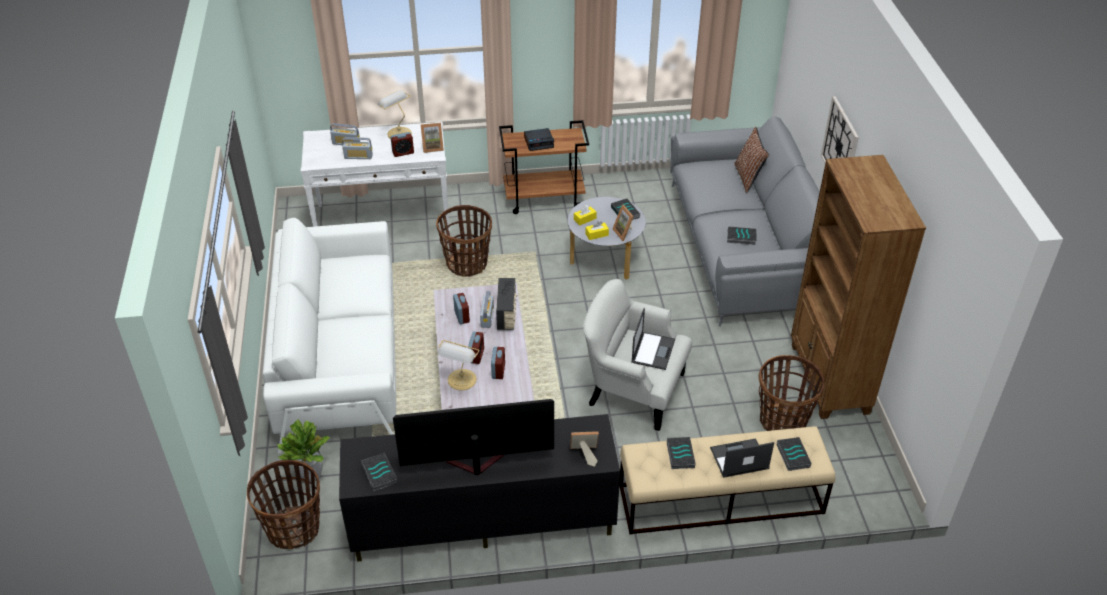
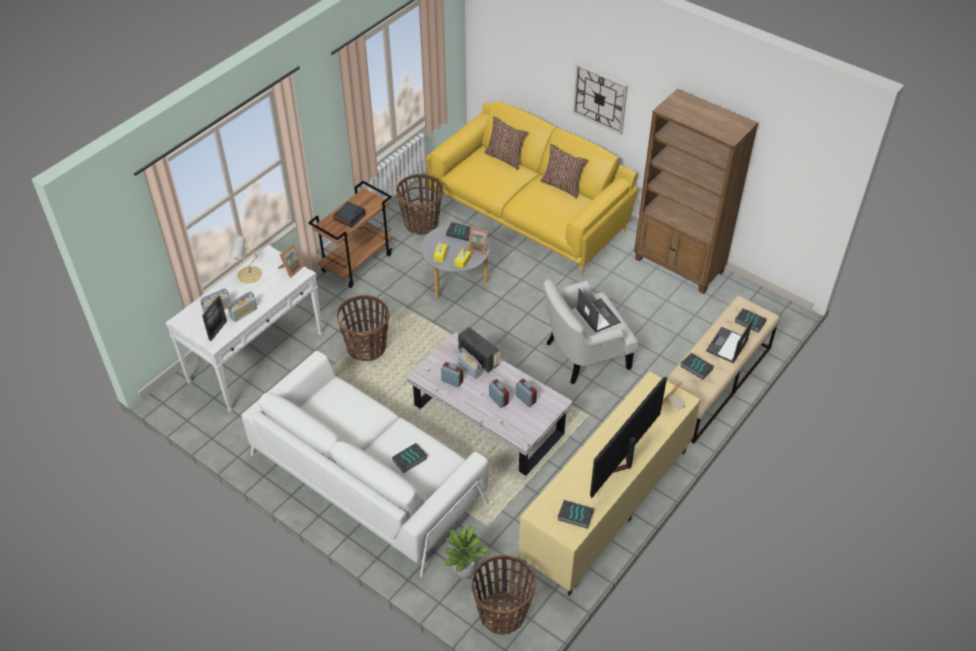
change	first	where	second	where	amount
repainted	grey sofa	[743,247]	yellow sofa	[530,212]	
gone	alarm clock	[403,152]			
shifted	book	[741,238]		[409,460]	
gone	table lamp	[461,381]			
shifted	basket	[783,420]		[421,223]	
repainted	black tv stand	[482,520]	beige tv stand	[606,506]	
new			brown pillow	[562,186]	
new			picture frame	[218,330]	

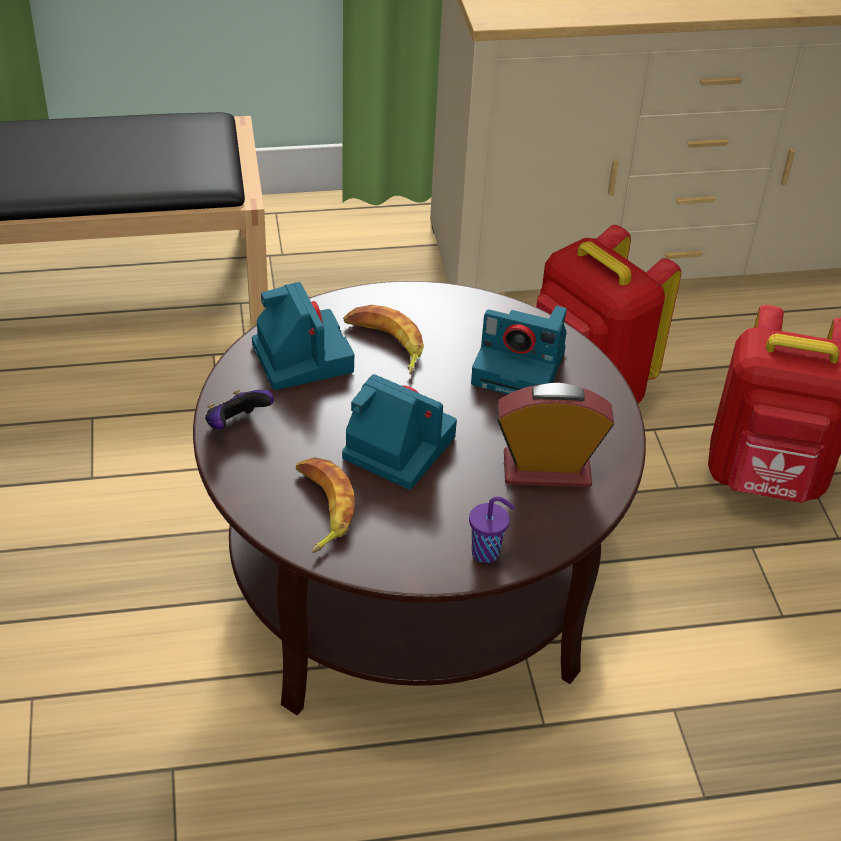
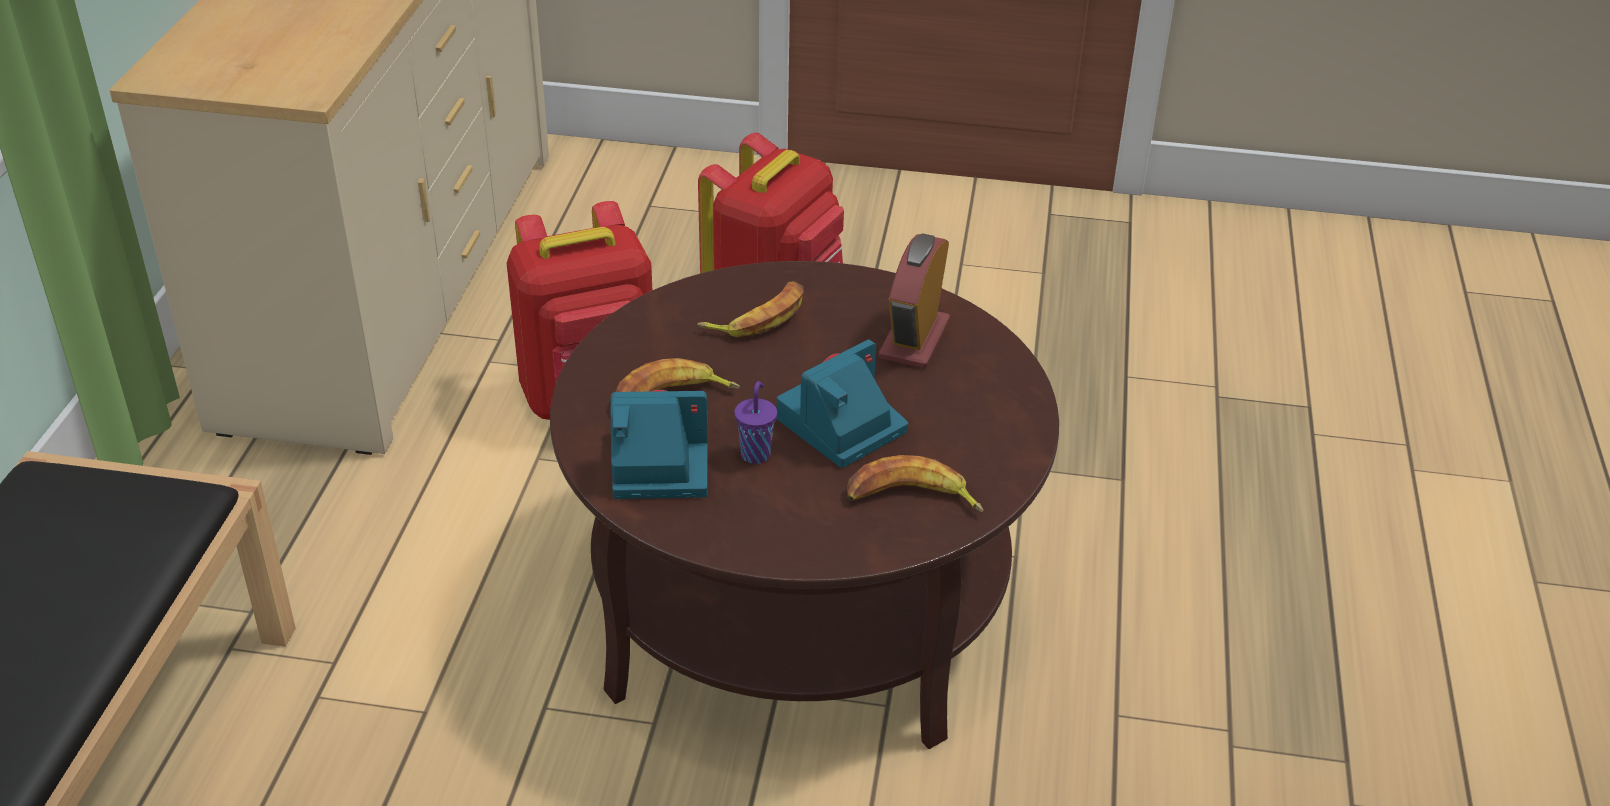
change	first	where	second	where	amount
swapped	photo camera	[521,368]	banana	[758,317]	
gone	game controller	[236,425]			
shifted	purple cup	[487,553]		[756,453]	

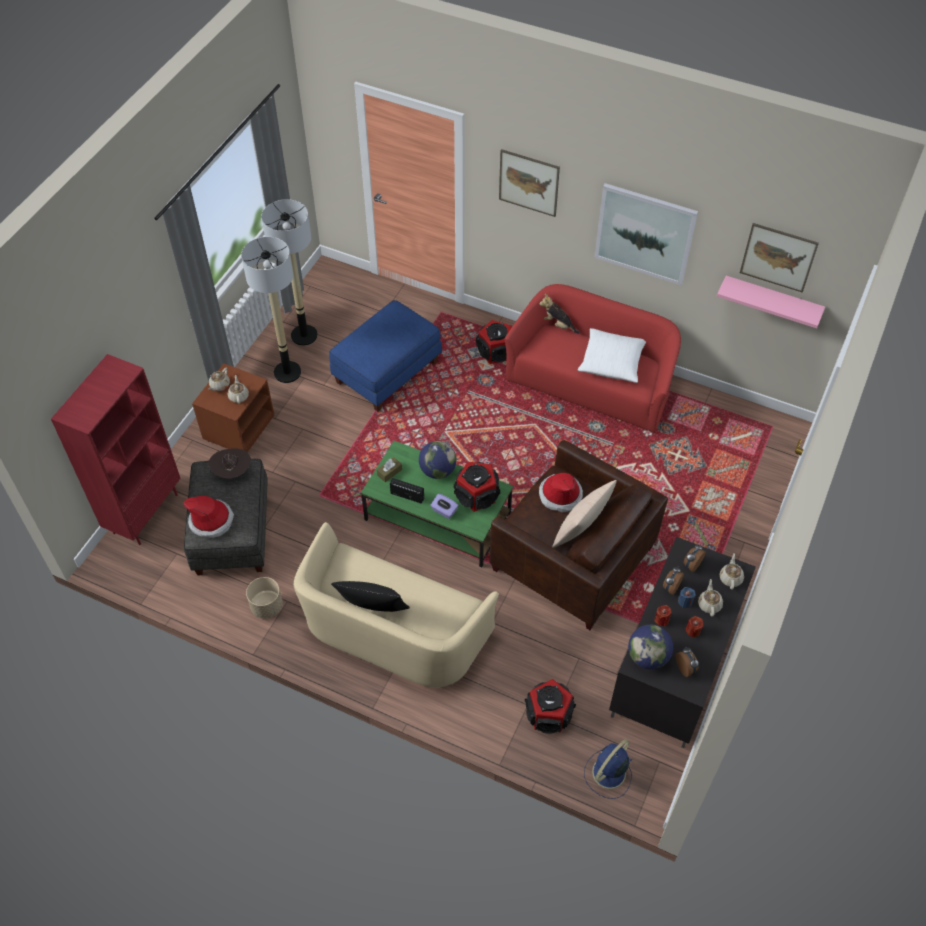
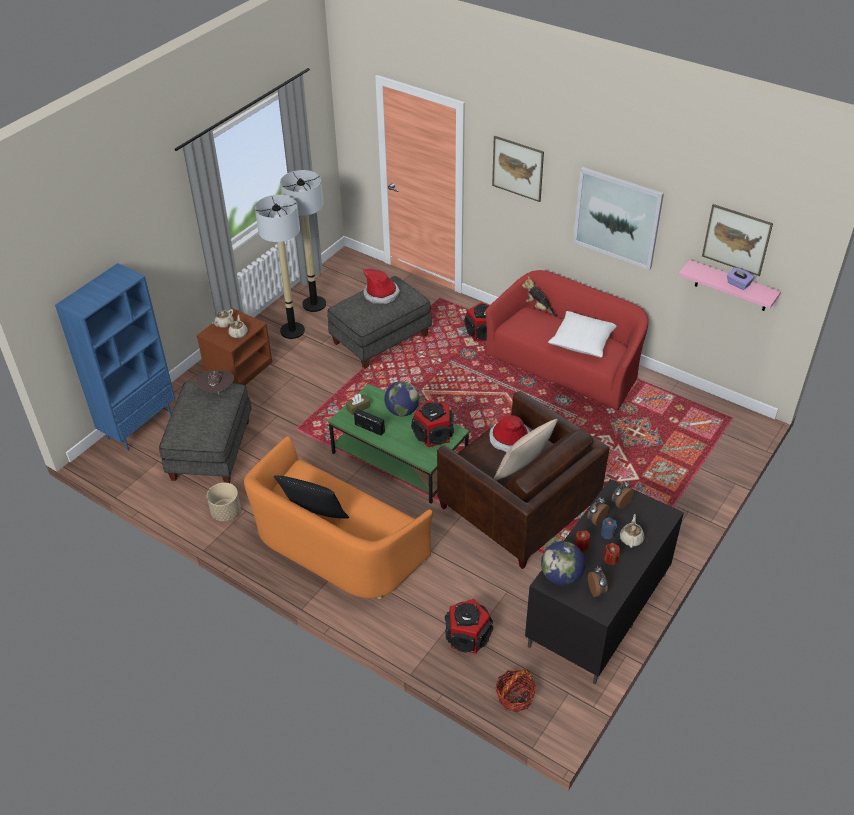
change	first	where	second	where	amount
repainted	blue ottoman	[387,371]	grey ottoman	[380,338]	
repainted	red bookcase	[145,513]	blue bookcase	[139,426]	
shifted	purple tissue box	[444,511]		[738,284]	
shifted	hat	[211,521]		[381,294]	
repainted	beige sofa	[392,630]	orange sofa	[336,546]	
gone	beige teapot	[730,578]			
swapped	blue fan	[608,774]	basket	[515,697]	

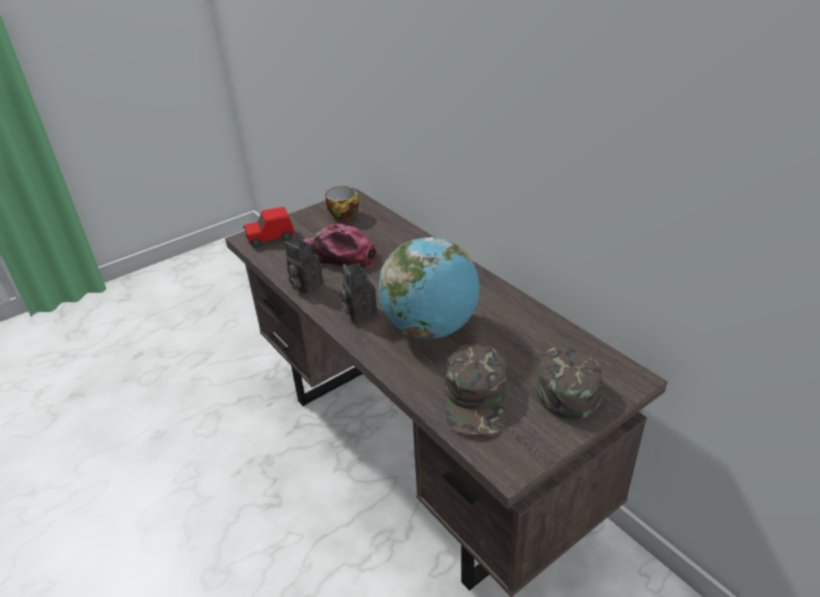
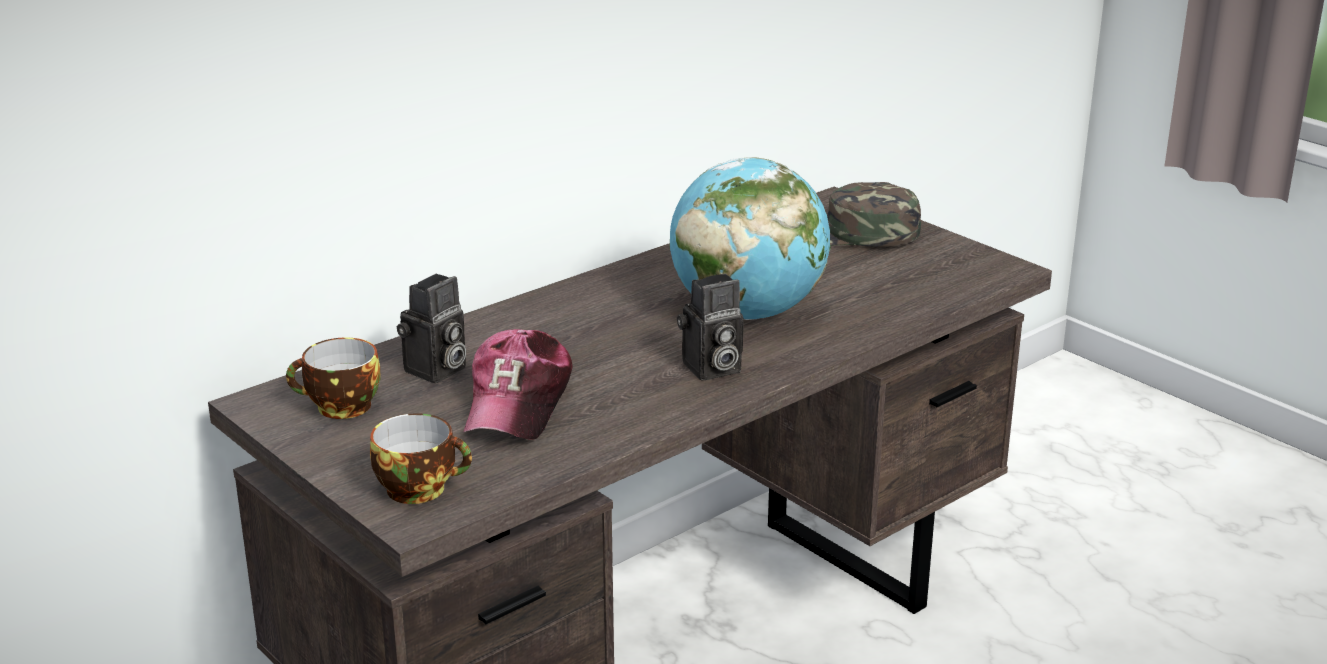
change	first	where	second	where	amount
swapped	red toy car	[270,238]	cup	[420,488]	
shifted	photo camera	[304,286]		[436,371]	
gone	green cap	[476,398]			

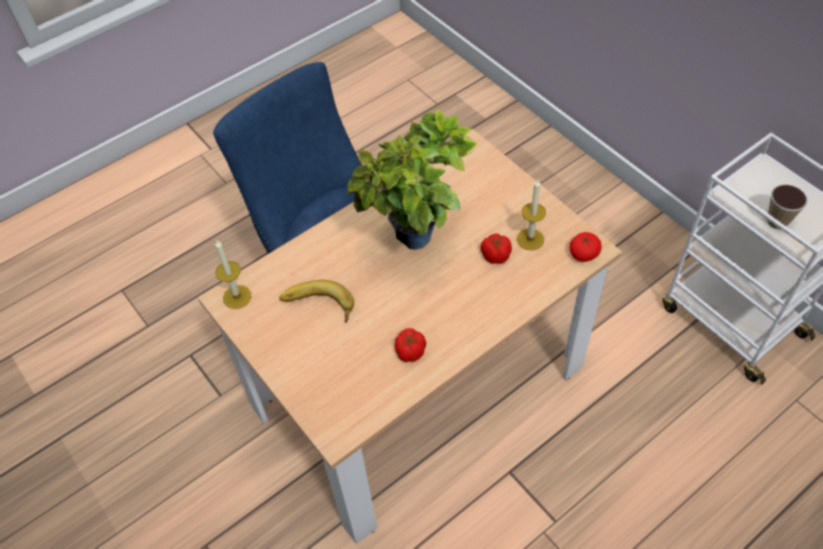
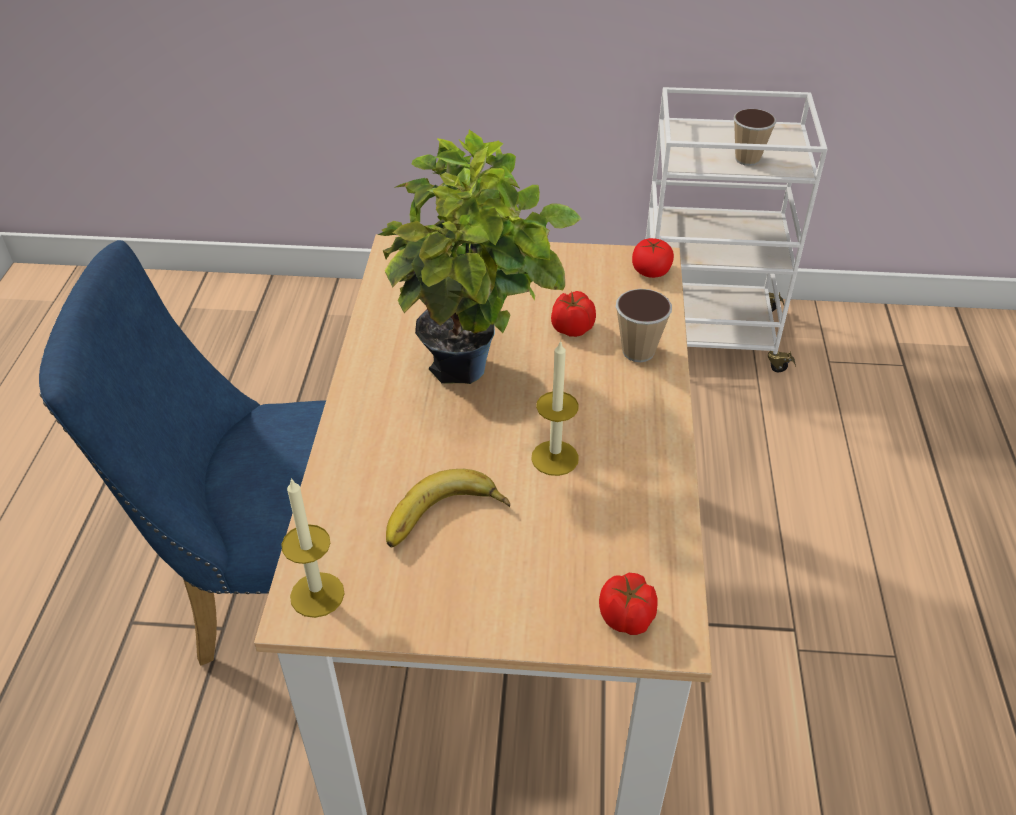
change	first	where	second	where	amount
shifted	candle	[530,239]		[555,458]	
shifted	tomato	[410,352]		[627,618]	
new			cup	[638,351]	

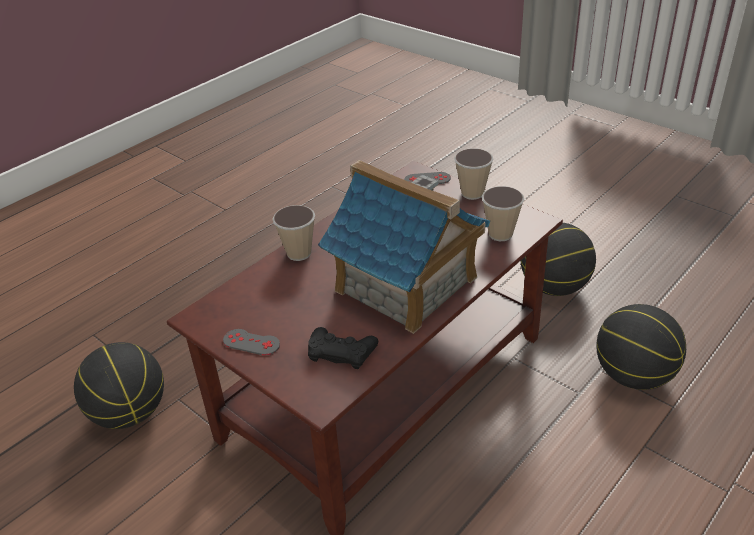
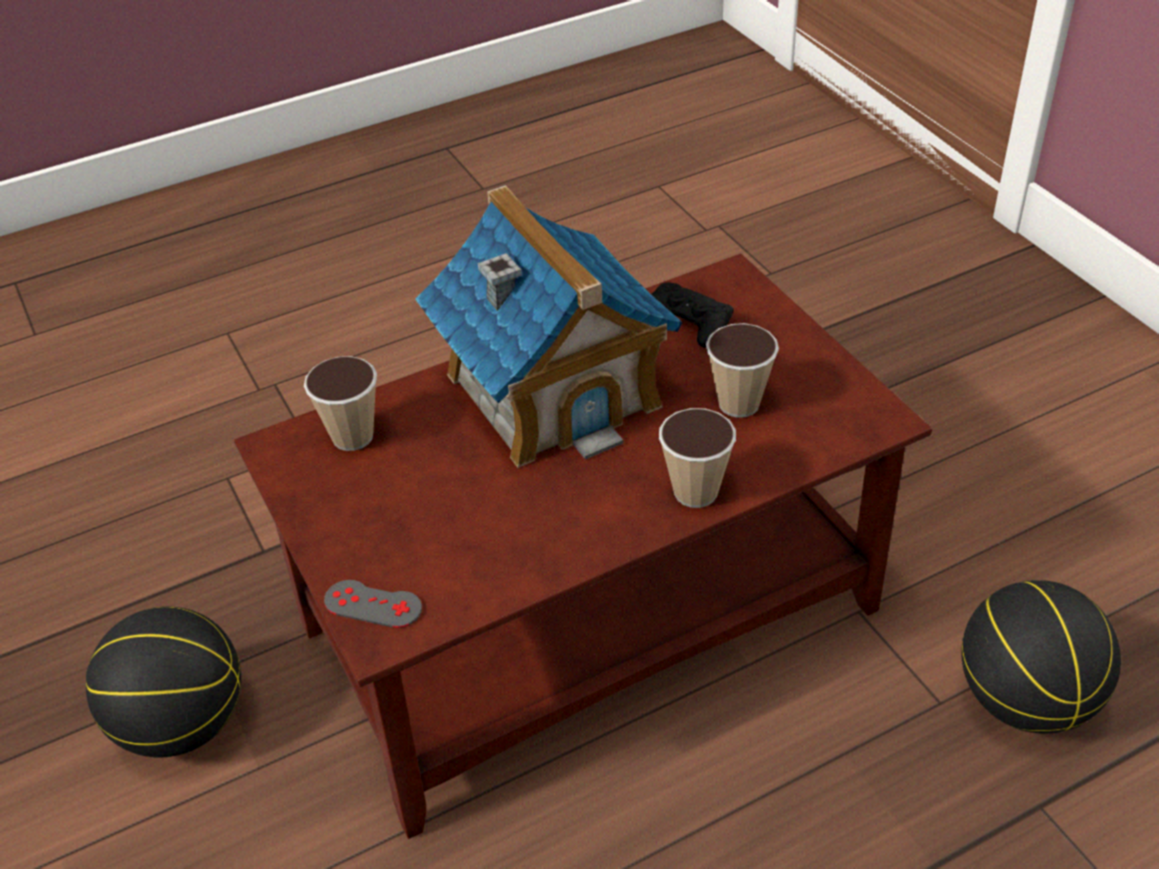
change	first	where	second	where	amount
shifted	cup	[472,193]		[739,403]	
gone	basketball	[633,375]			
gone	grey game controller	[251,342]			

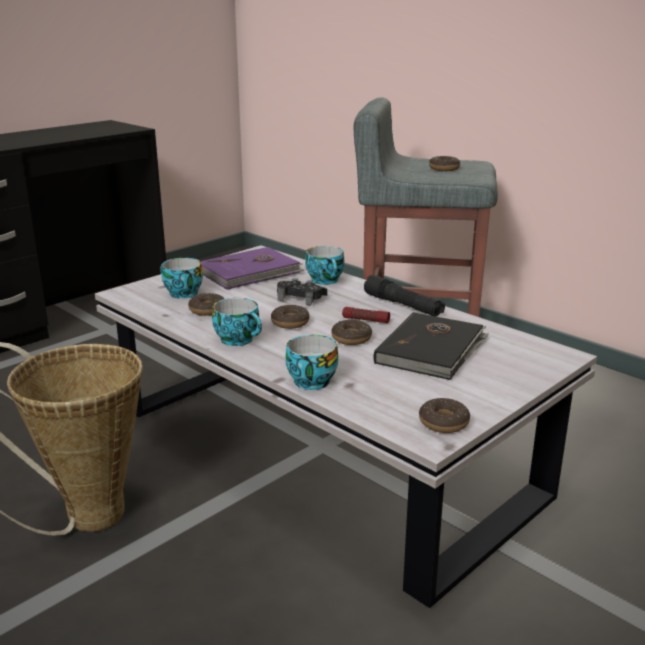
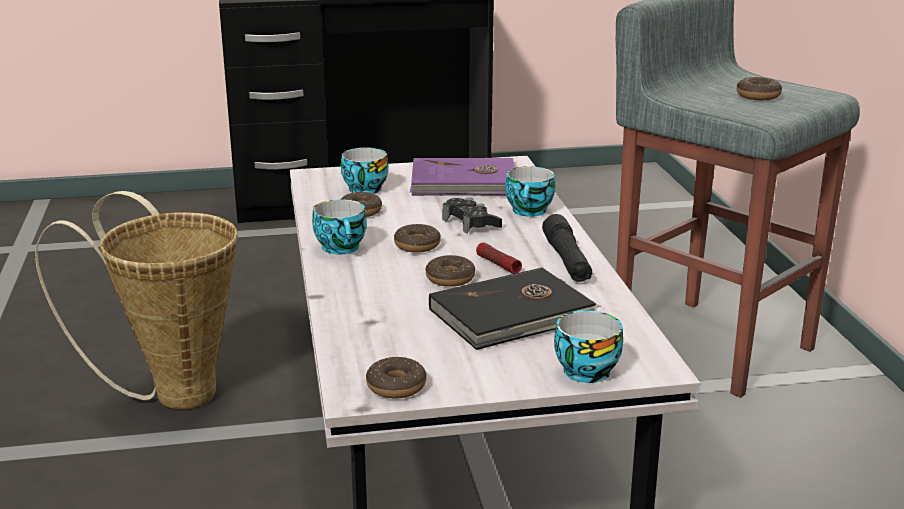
change	first	where	second	where	amount
shifted	cup	[309,380]		[585,369]	

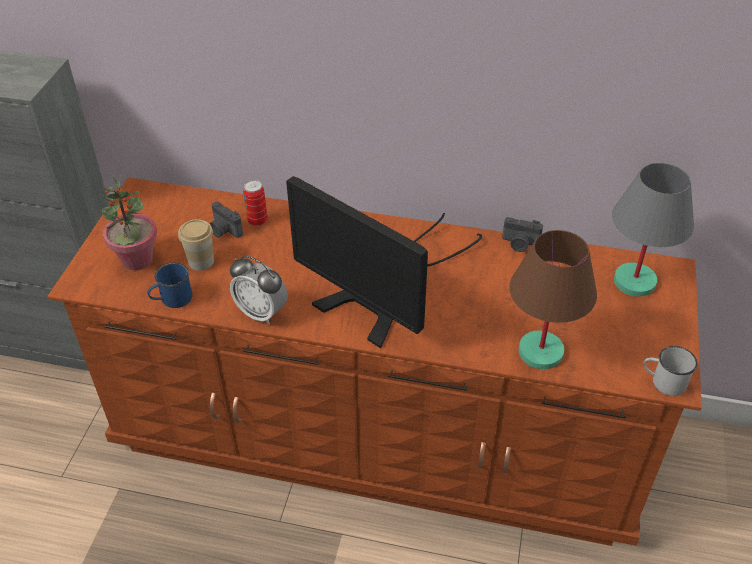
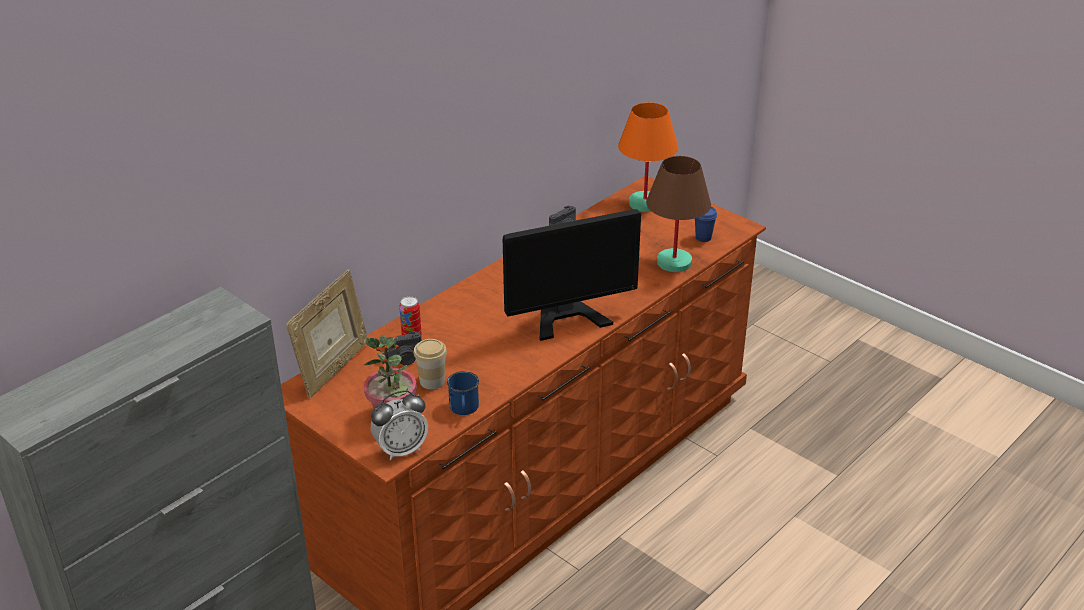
change	first	where	second	where	amount
repainted	grey table lamp	[635,282]	orange table lamp	[645,203]	
shifted	alarm clock	[261,312]		[401,450]	
gone	white mug	[663,381]			
new			blue cup	[703,238]	
new			picture frame	[333,369]	

